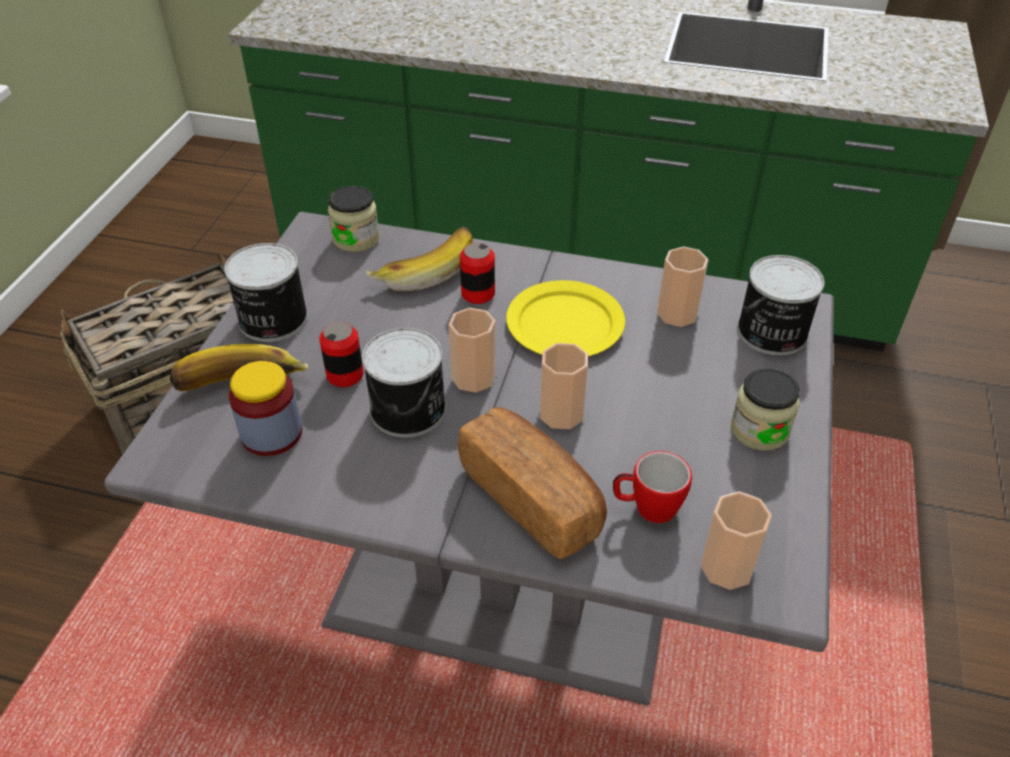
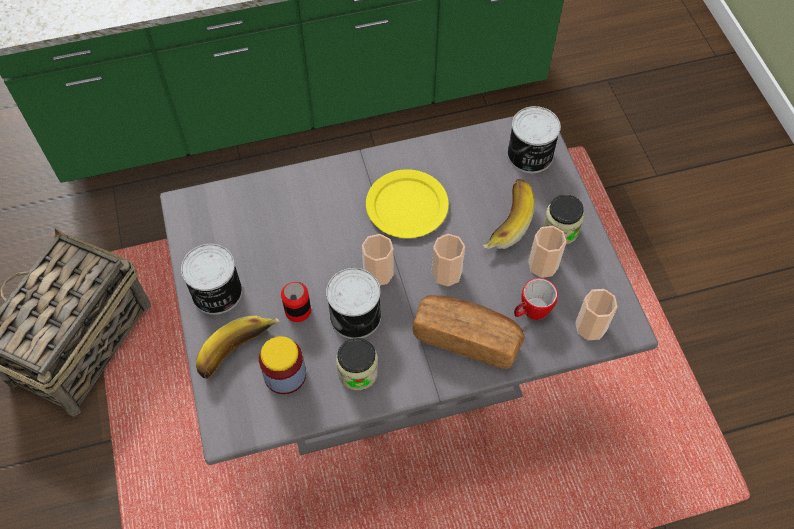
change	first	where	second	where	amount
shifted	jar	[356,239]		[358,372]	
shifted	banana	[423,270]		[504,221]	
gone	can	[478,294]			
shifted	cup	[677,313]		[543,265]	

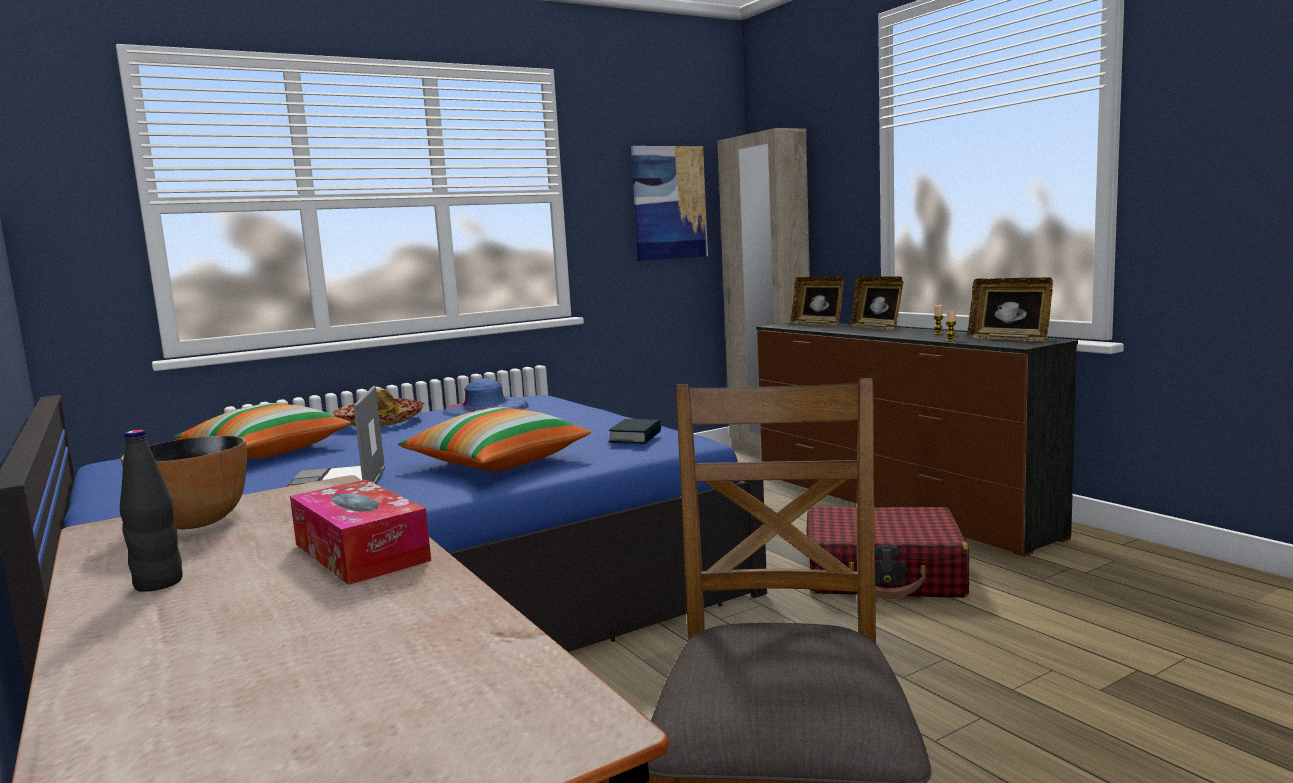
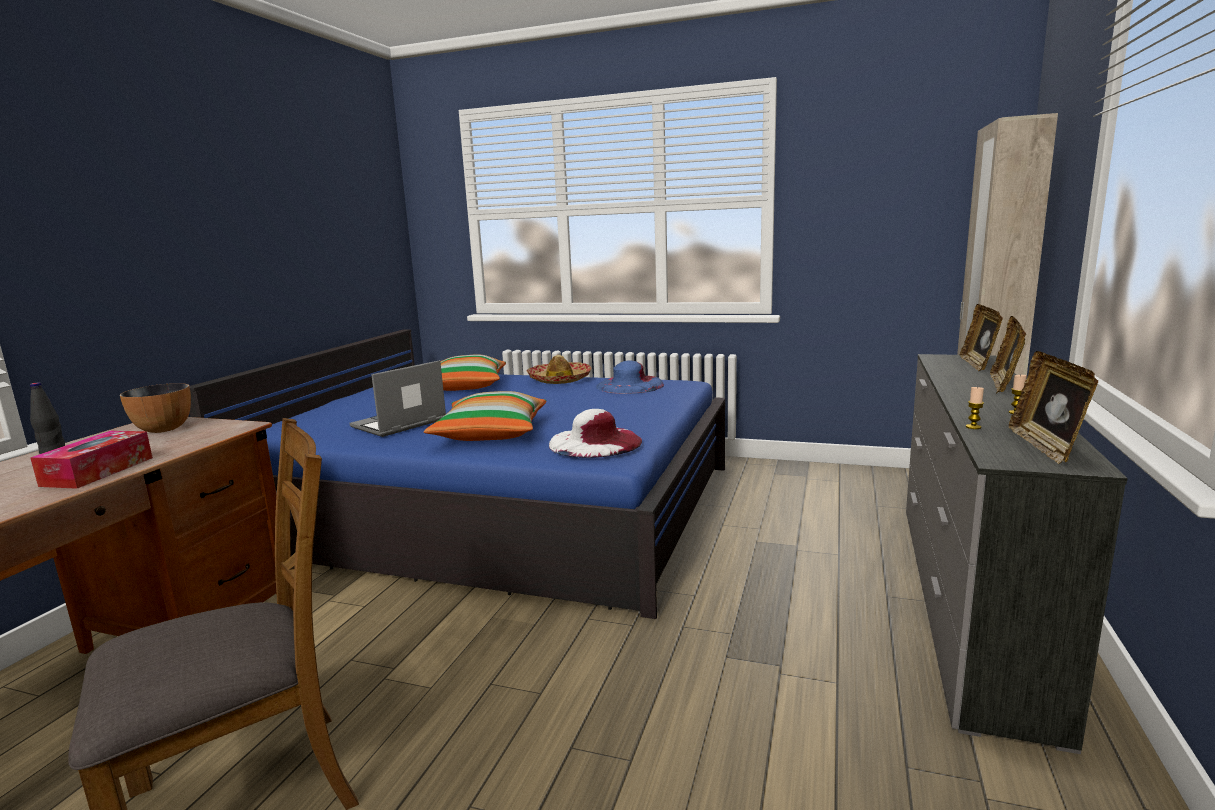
change	first	where	second	where	amount
gone	picture	[669,203]			
repainted	brown dresser	[894,503]	grey dresser	[966,599]	
swapped	book	[635,437]	white hat	[595,442]	
gone	red suitcase	[883,575]			

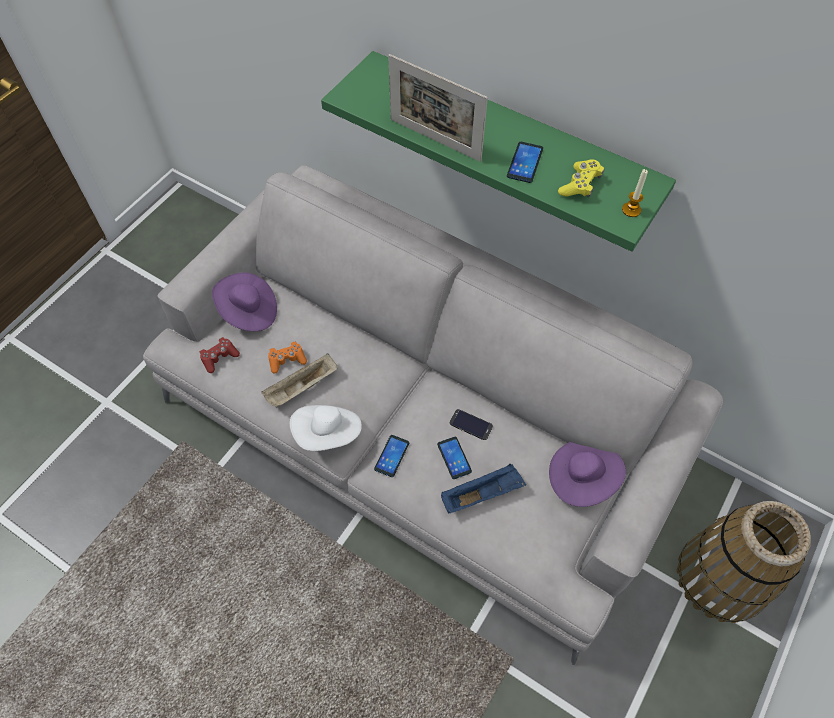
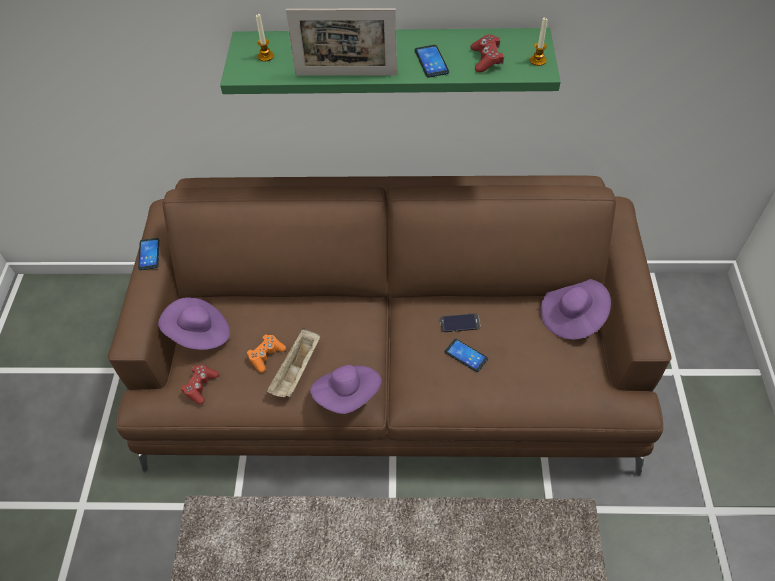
change	first	where	second	where	amount
repainted	yellow game controller	[580,185]	red game controller	[486,59]	
repainted	grey sofa	[417,429]	brown sofa	[391,368]	
repainted	white hat	[328,434]	purple hat	[348,395]	
shifted	phone	[392,456]		[149,254]	
gone	blue tray	[482,494]			
gone	basket	[721,578]			
new			candle	[265,56]	

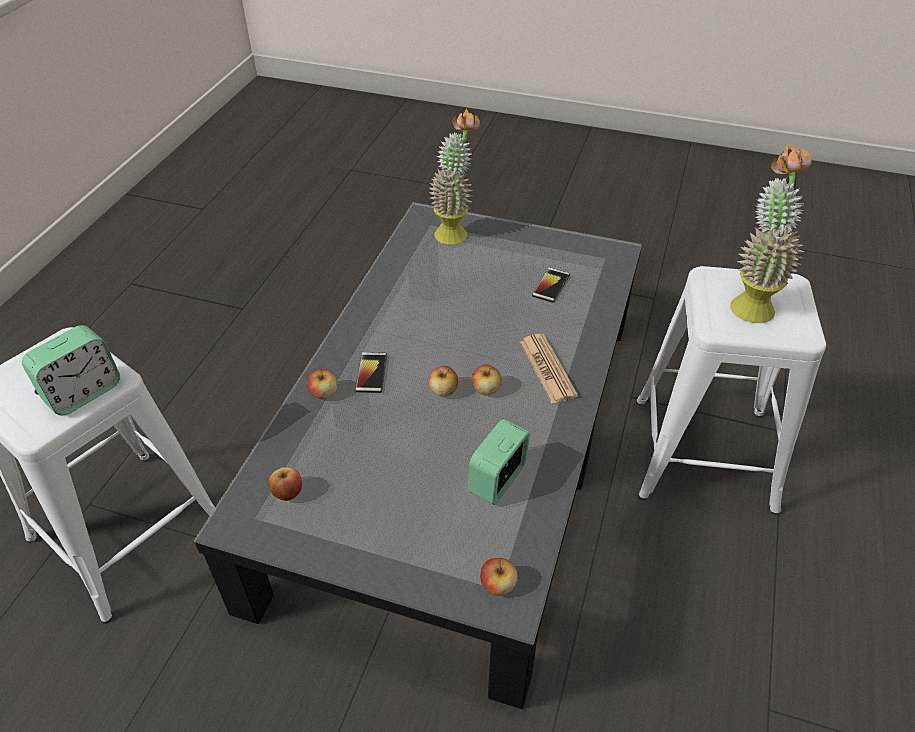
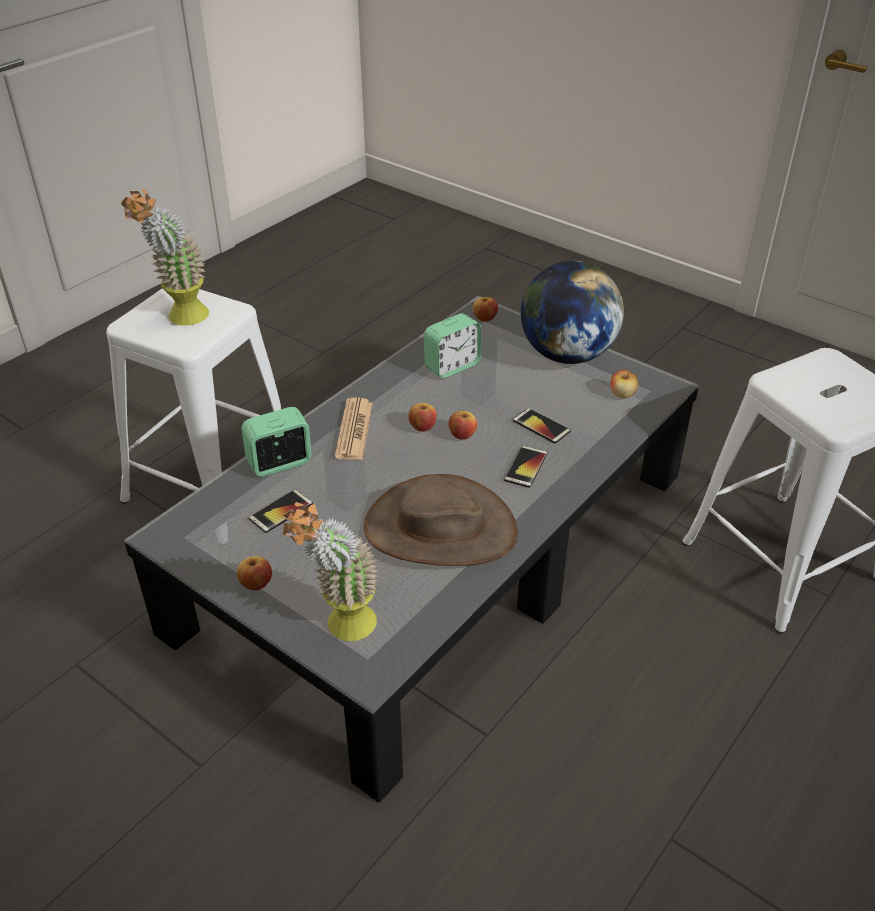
change	first	where	second	where	amount
shifted	alarm clock	[83,392]		[280,463]	
shifted	apple	[324,393]		[256,584]	
new			globe	[567,354]	
new			phone	[541,426]	
new			brown hat	[440,529]	

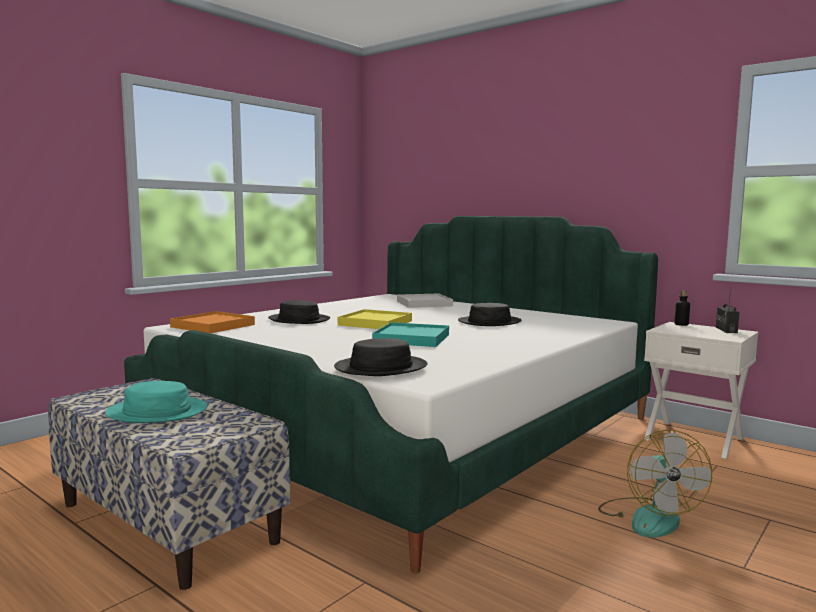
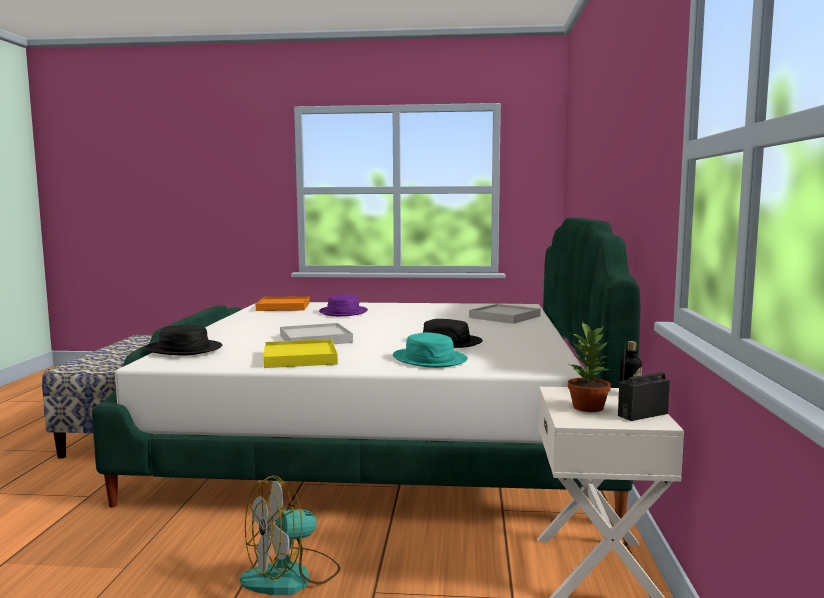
change	first	where	second	where	amount
repainted	black hat	[299,320]	purple hat	[343,312]	
shifted	yellow tray	[375,323]		[299,358]	
repainted	turquoise tray	[412,338]	white tray	[315,339]	
shifted	turquoise hat	[157,412]		[430,359]	
new			potted plant	[588,407]	

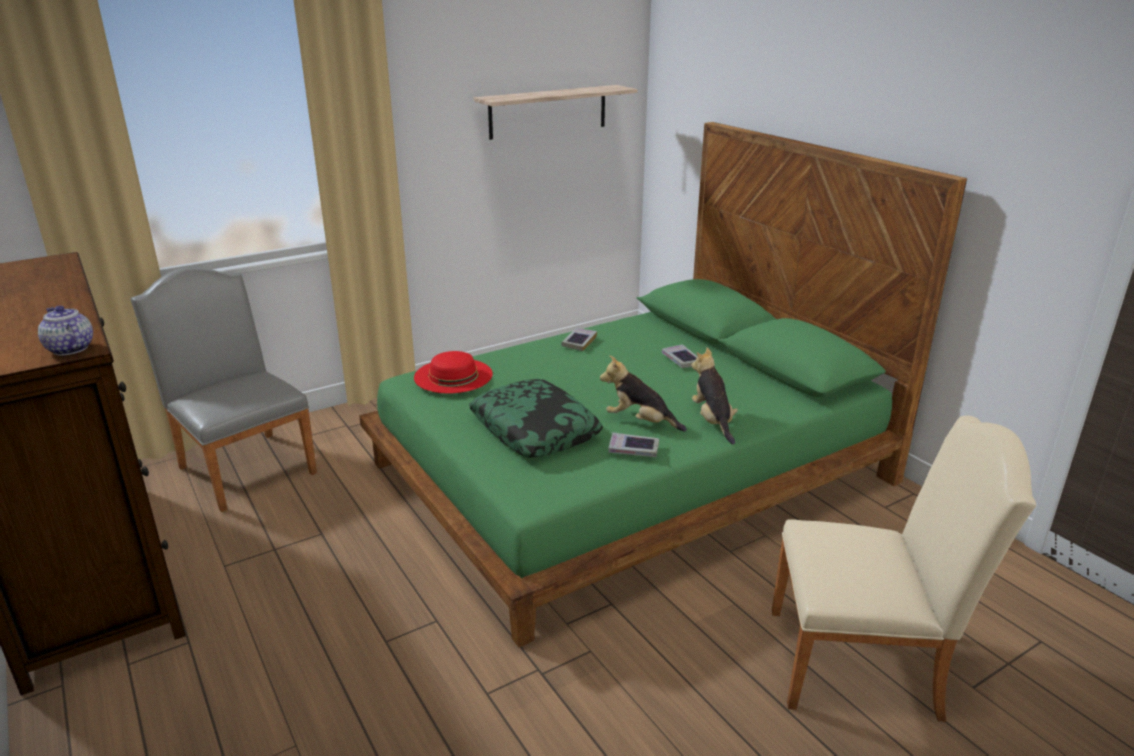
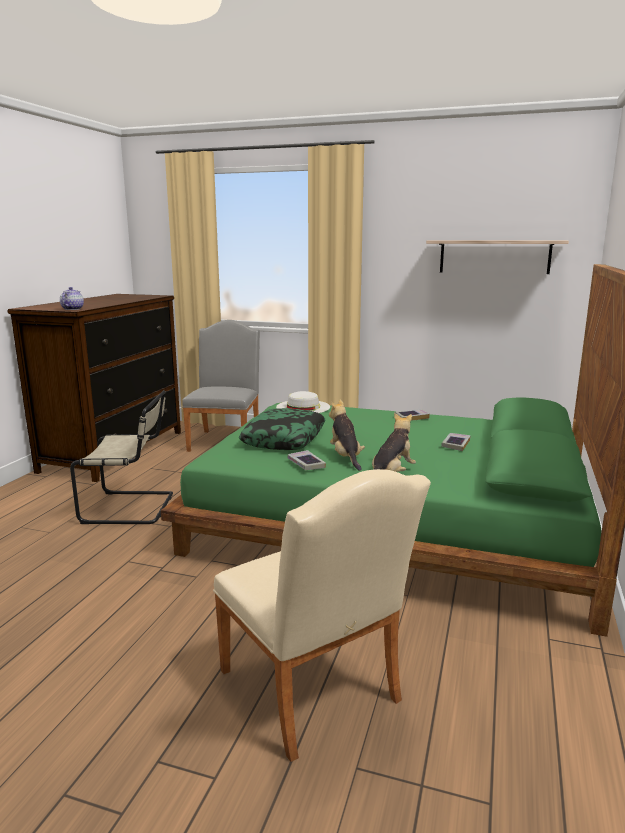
change	first	where	second	where	amount
repainted	red hat	[453,375]	white hat	[303,407]	
new			beige chair	[132,508]	

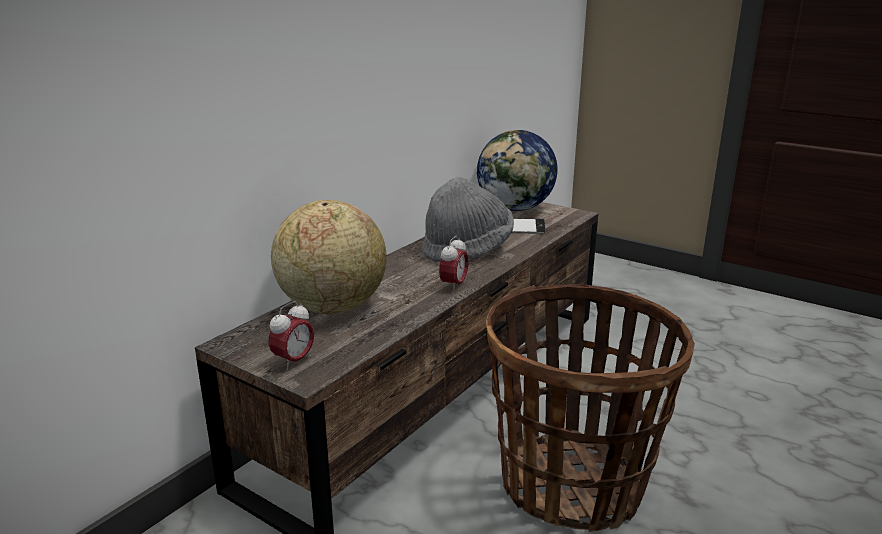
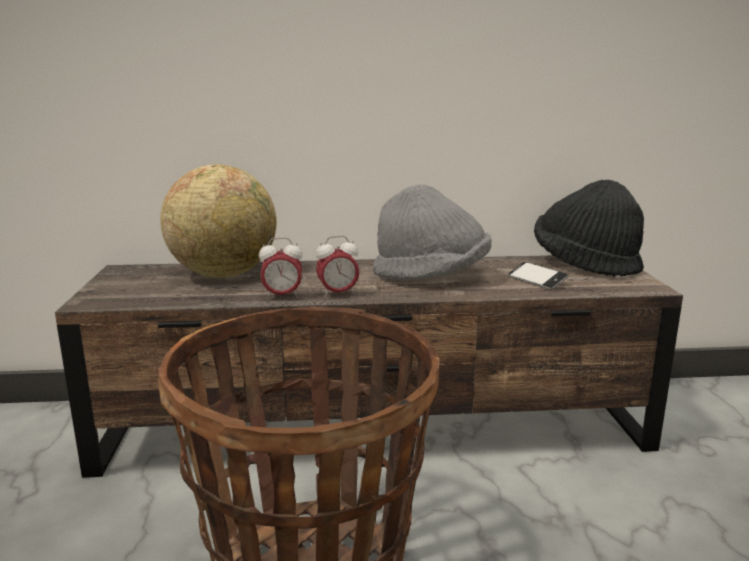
change	first	where	second	where	amount
swapped	globe	[515,209]	black hat	[585,264]	
shifted	alarm clock	[294,361]		[282,296]	

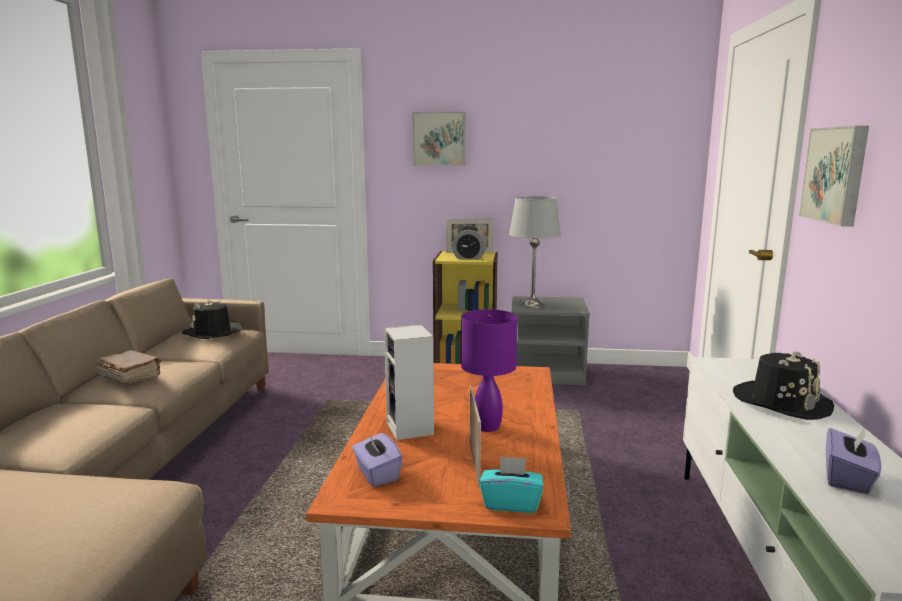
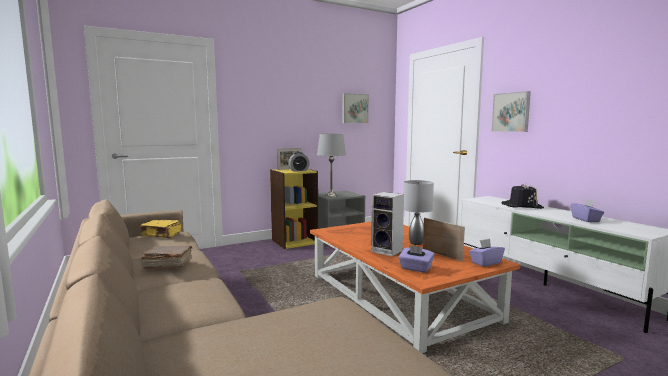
change	first	where	second	where	amount
shifted	picture	[439,139]		[354,108]	
swapped	black hat	[212,332]	yellow book	[161,235]	
repainted	purple table lamp	[487,427]	grey table lamp	[416,243]	
repainted	turquoise tissue box	[511,503]	purple tissue box	[485,262]	

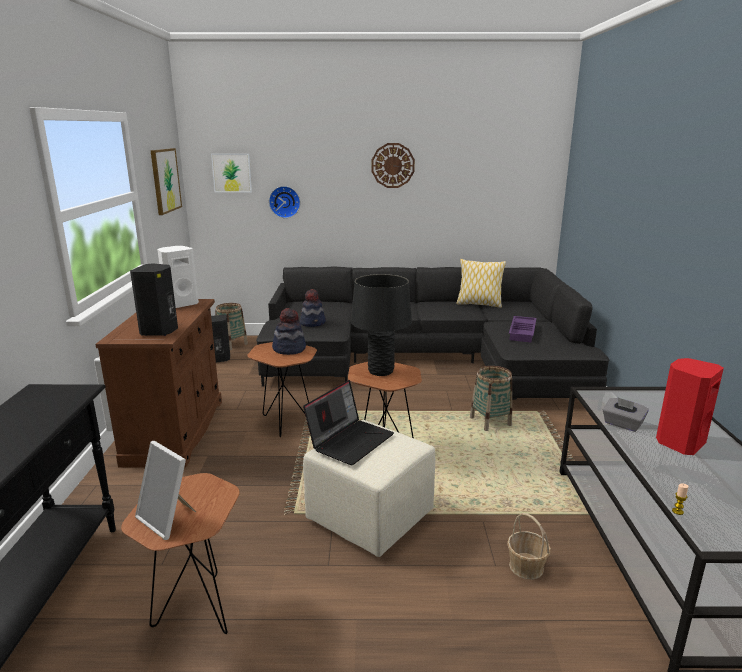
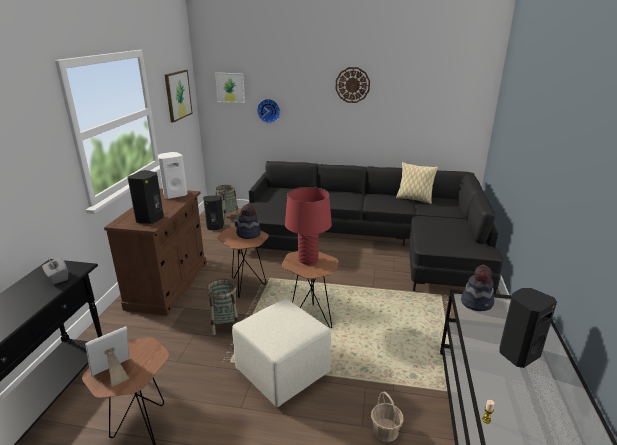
change	first	where	second	where	amount
repainted	black table lamp	[381,371]	red table lamp	[308,260]	
shifted	hat	[313,323]		[477,302]	
gone	purple tray	[523,332]			
repainted	red speaker	[679,443]	black speaker	[517,354]	
shifted	basket	[490,422]		[225,325]	
gone	laptop	[350,440]			
shifted	grey tissue box	[622,424]		[57,277]	
rotated	picture frame	[168,519]		[114,373]	90 degrees clockwise

